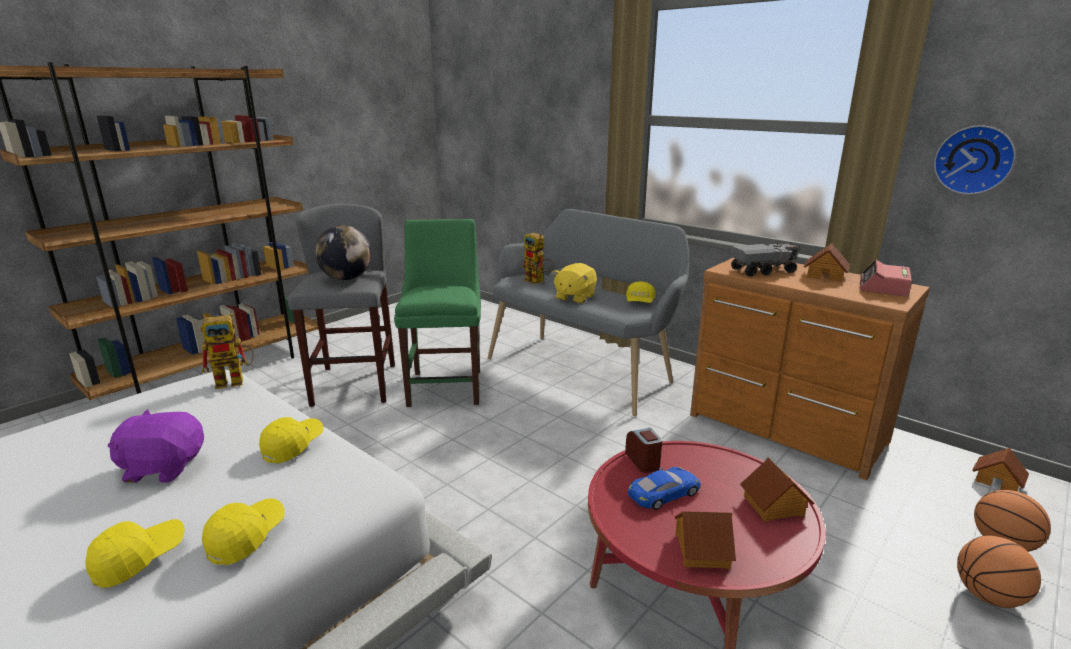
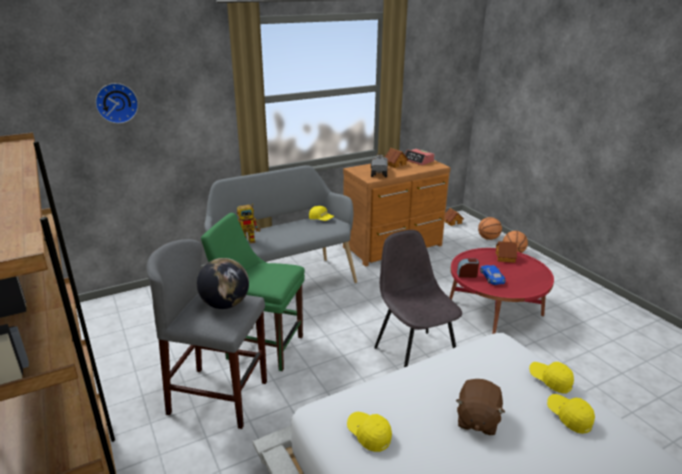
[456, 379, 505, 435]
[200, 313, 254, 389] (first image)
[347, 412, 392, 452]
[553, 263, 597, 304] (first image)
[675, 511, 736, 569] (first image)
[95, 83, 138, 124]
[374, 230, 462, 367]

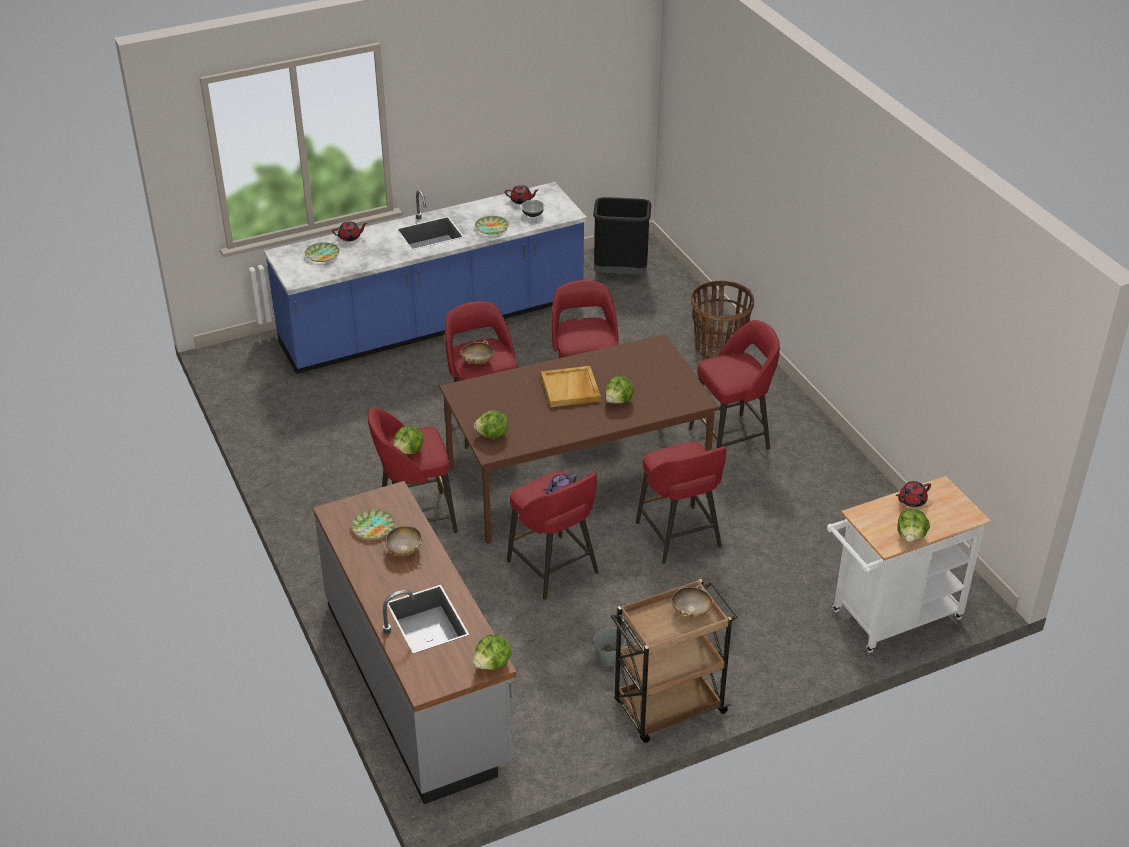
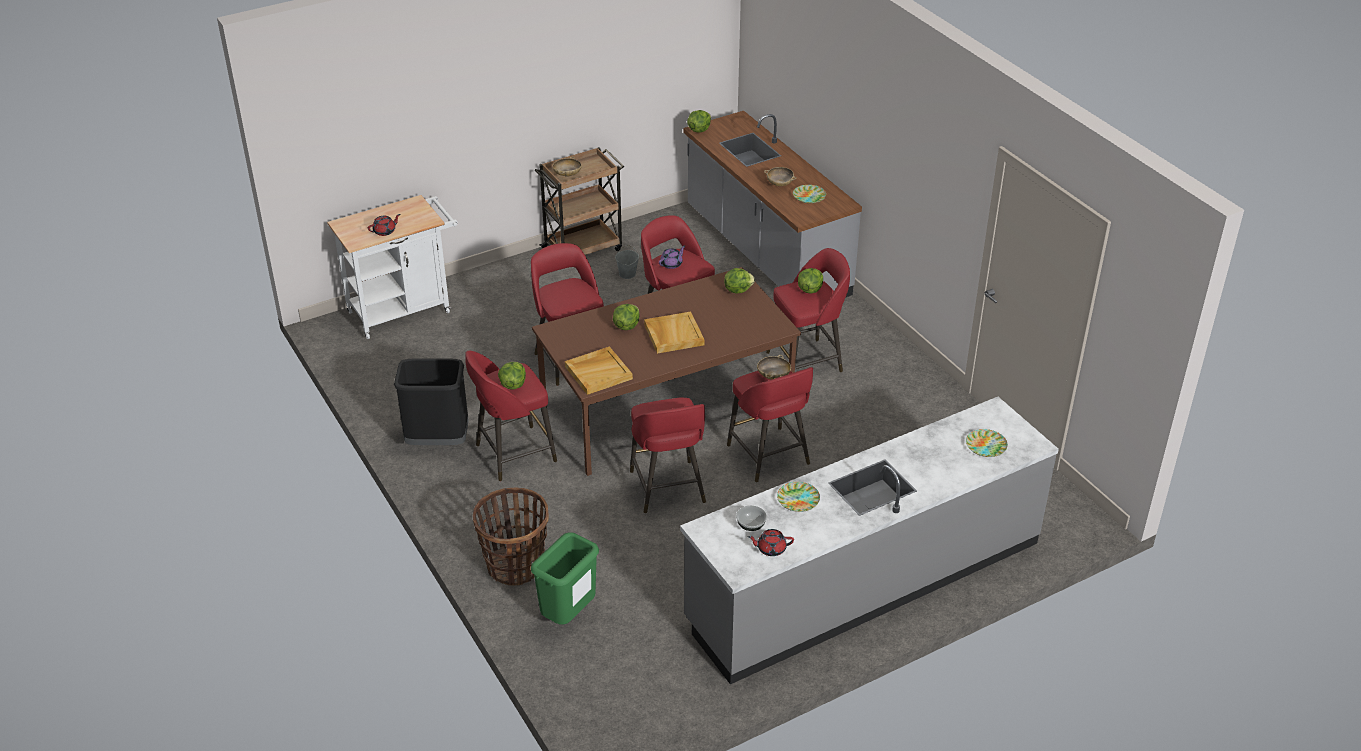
[680, 397, 1059, 684]
[332, 221, 367, 241] (first image)
[394, 358, 469, 445]
[498, 362, 526, 389]
[531, 532, 599, 625]
[565, 346, 633, 395]

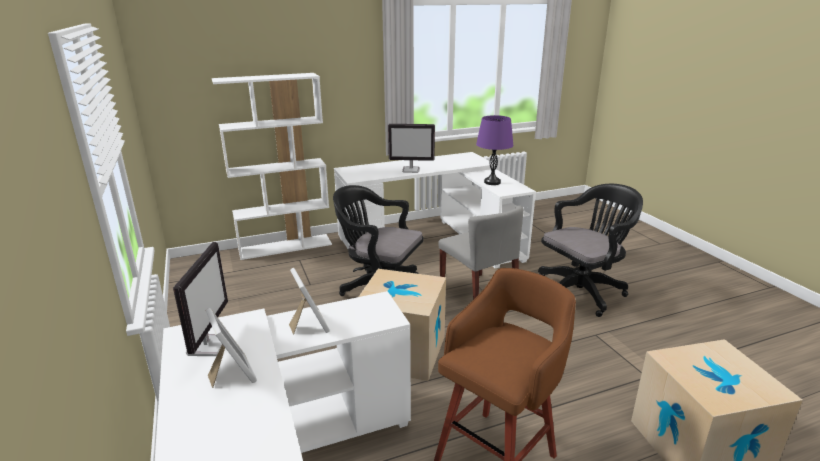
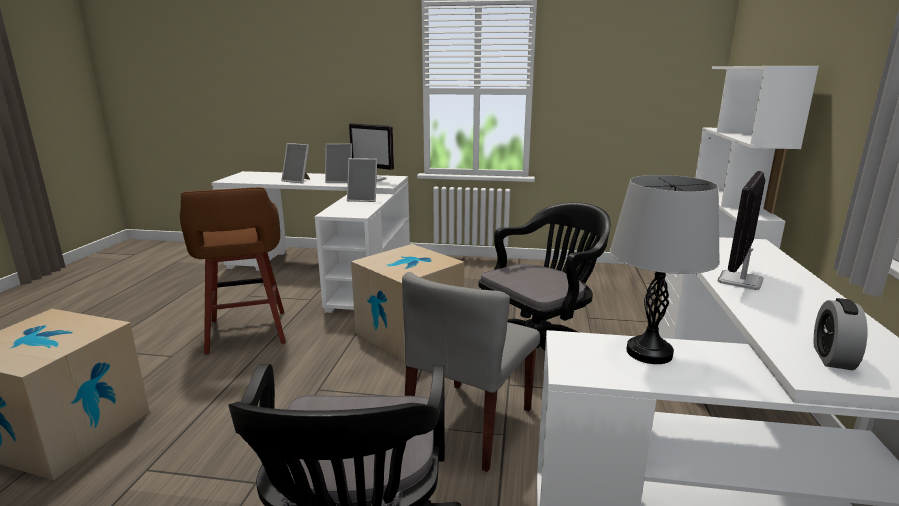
[402, 272, 540, 472]
[610, 175, 720, 364]
[281, 143, 310, 184]
[814, 298, 867, 370]

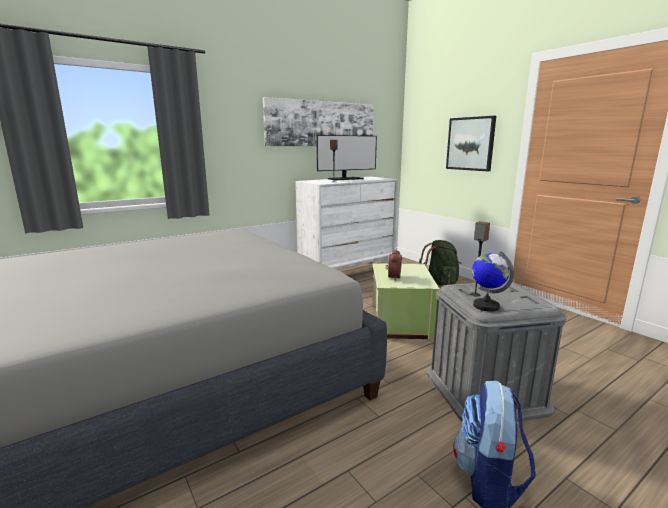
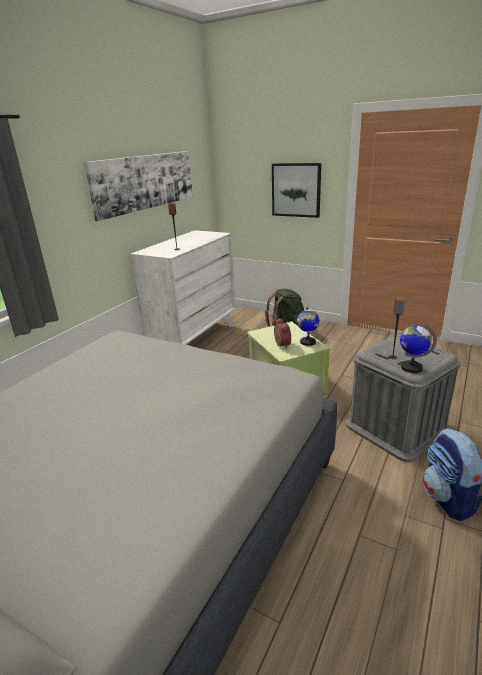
[316, 135, 377, 181] (first image)
[297, 306, 319, 346]

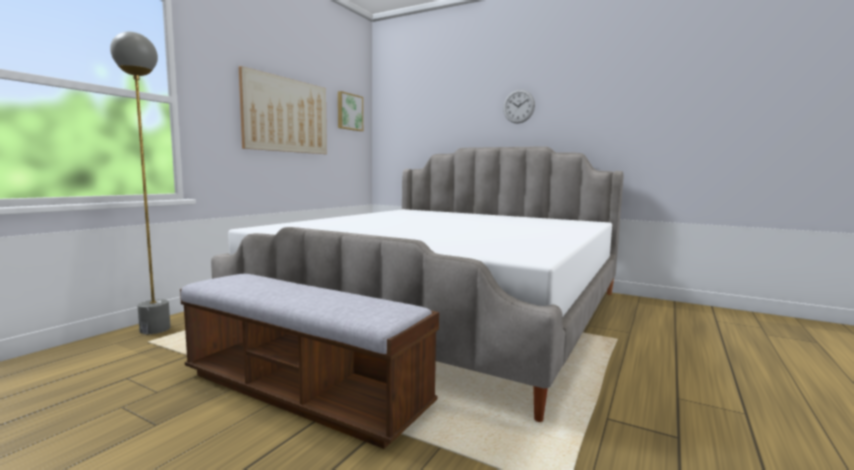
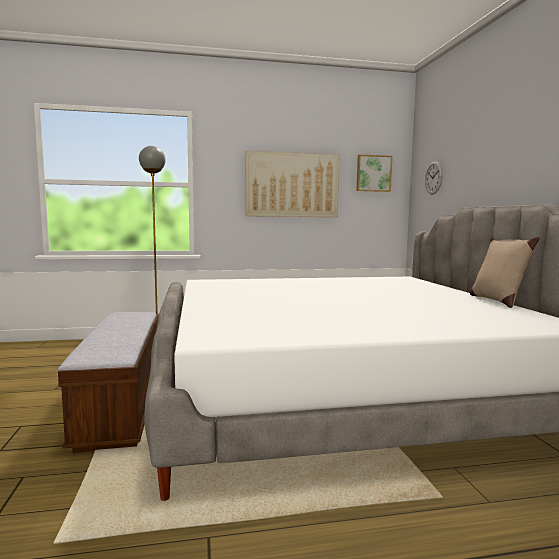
[425, 161, 443, 195]
[470, 236, 540, 308]

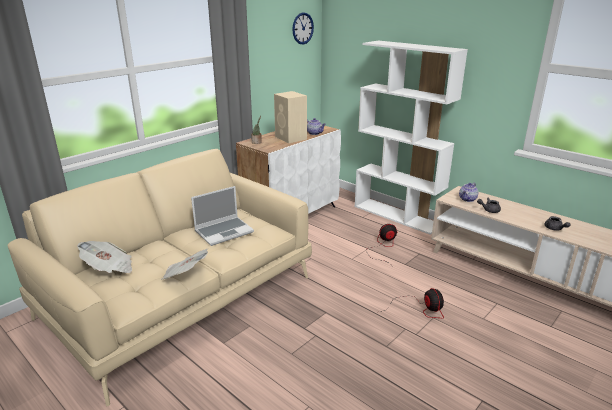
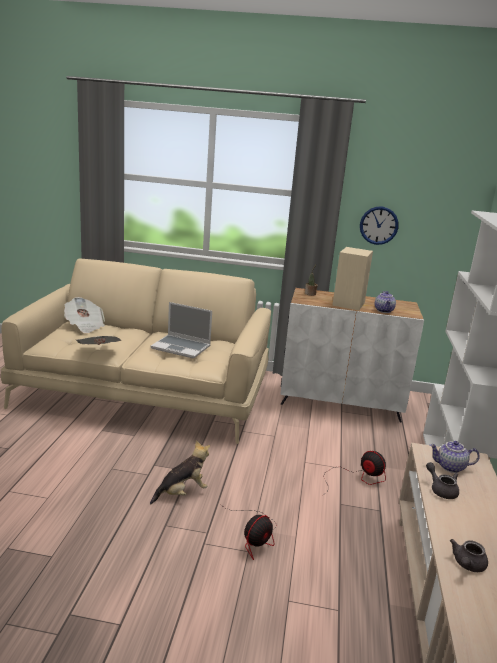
[360, 206, 399, 245]
[150, 440, 210, 504]

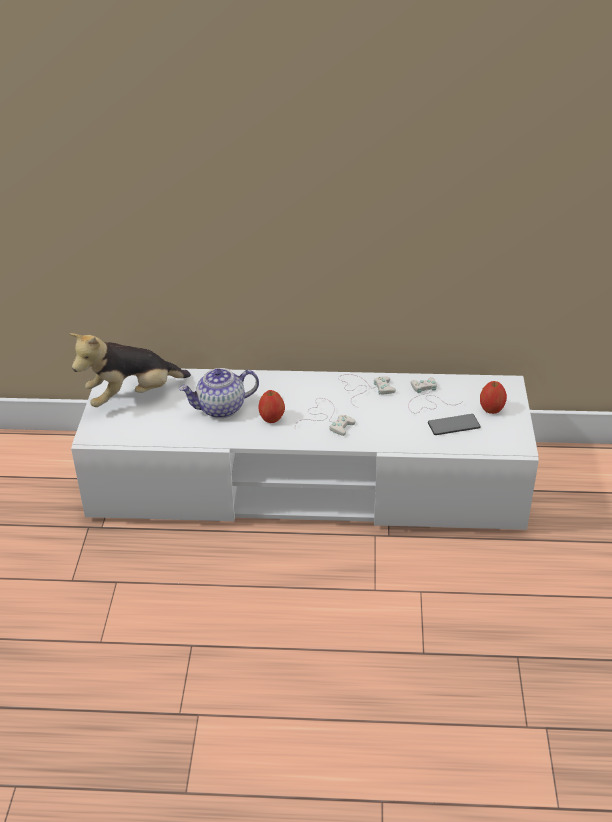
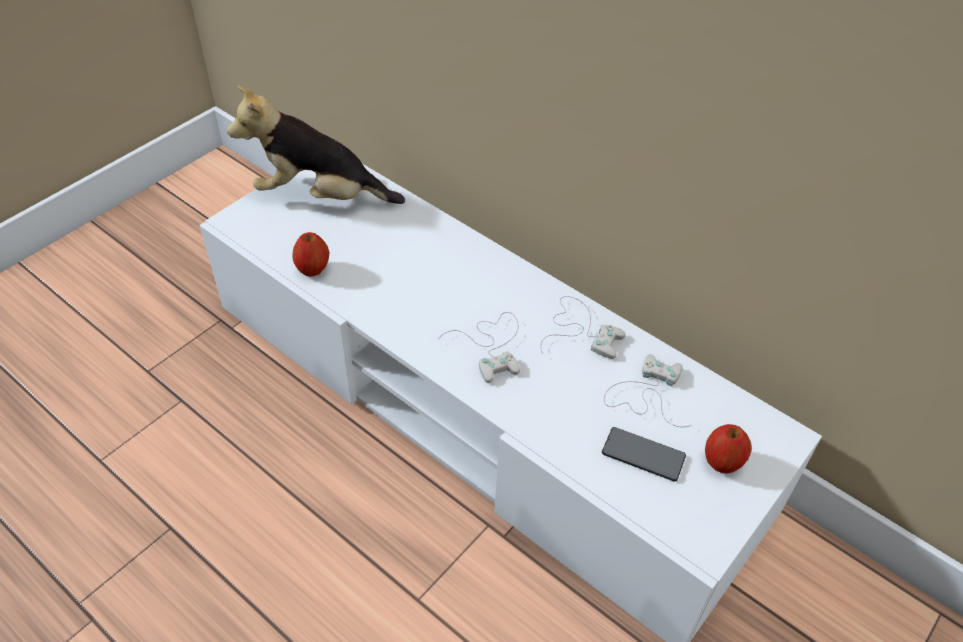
[179, 368, 259, 418] (first image)
[292, 232, 330, 277]

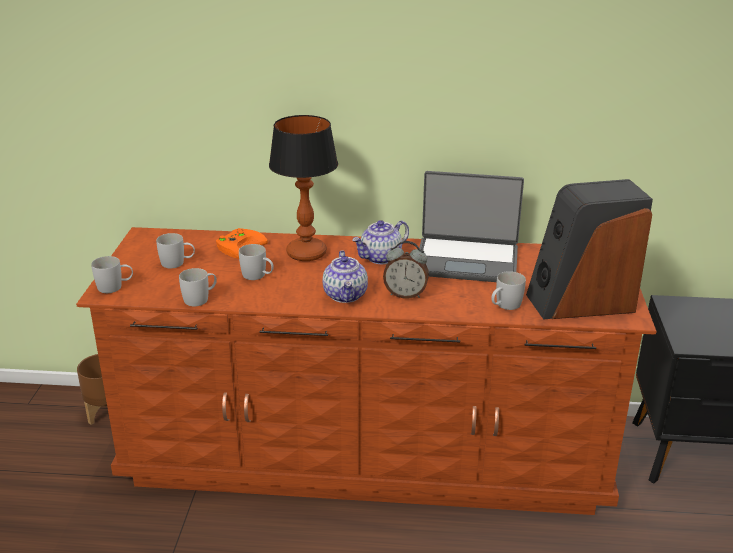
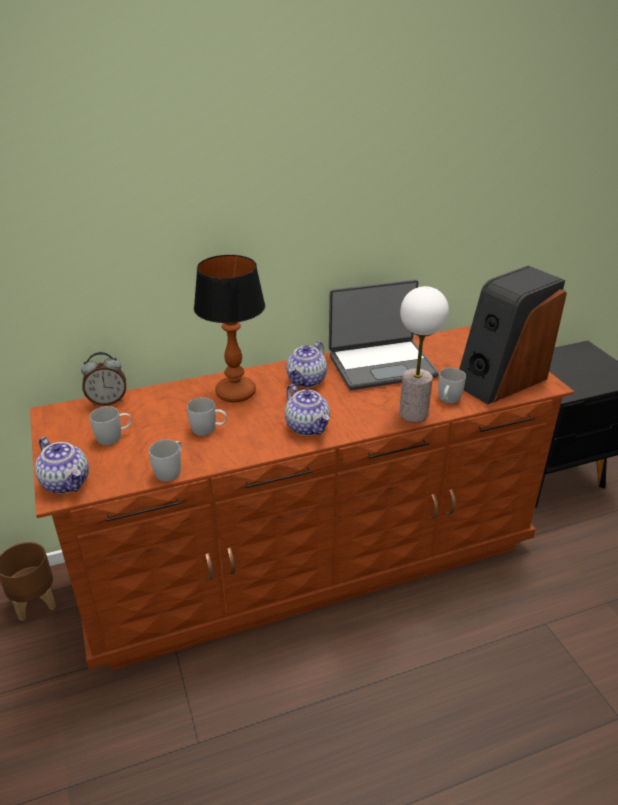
[35, 437, 89, 494]
[216, 228, 268, 259] (first image)
[81, 352, 126, 406]
[399, 286, 449, 422]

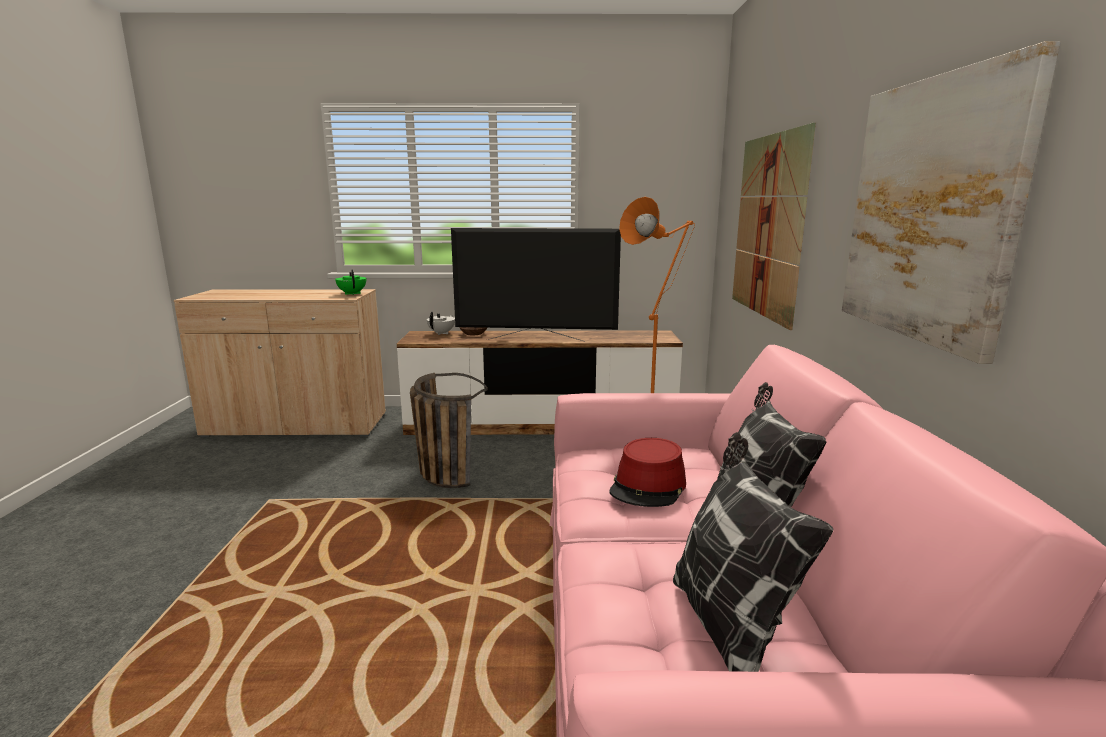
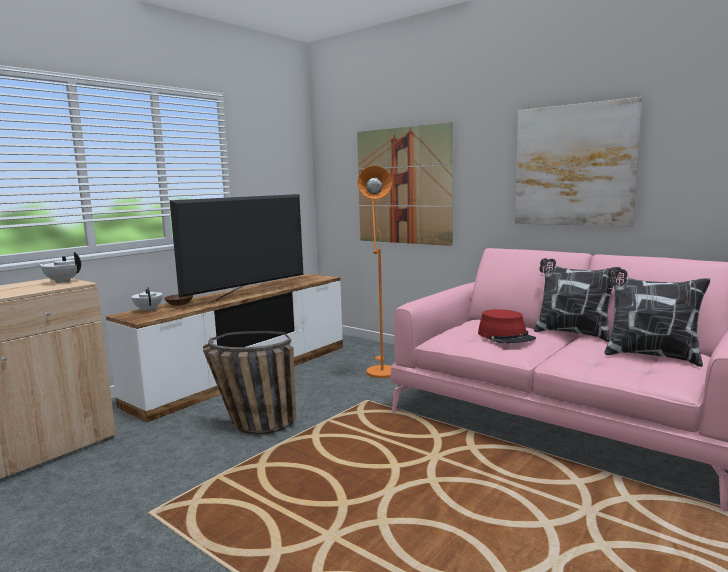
[38, 252, 81, 283]

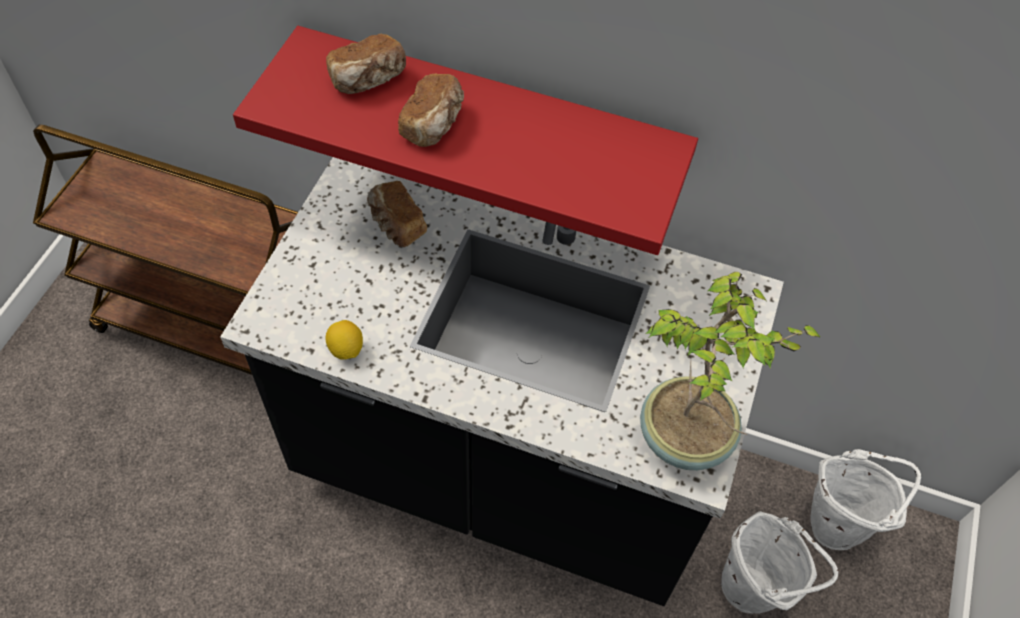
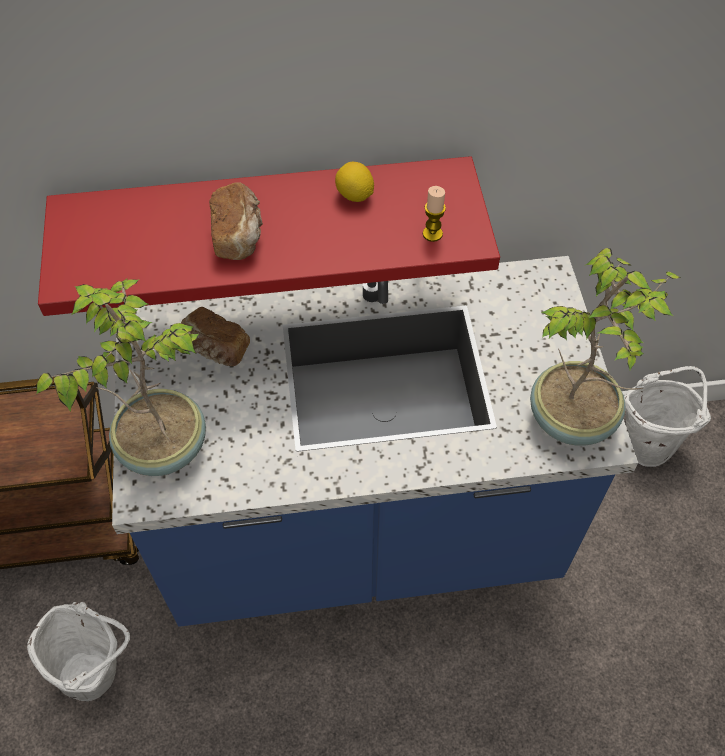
[112, 256, 638, 627]
[326, 33, 406, 94] (first image)
[335, 162, 374, 202]
[27, 602, 130, 701]
[36, 279, 206, 476]
[423, 186, 446, 242]

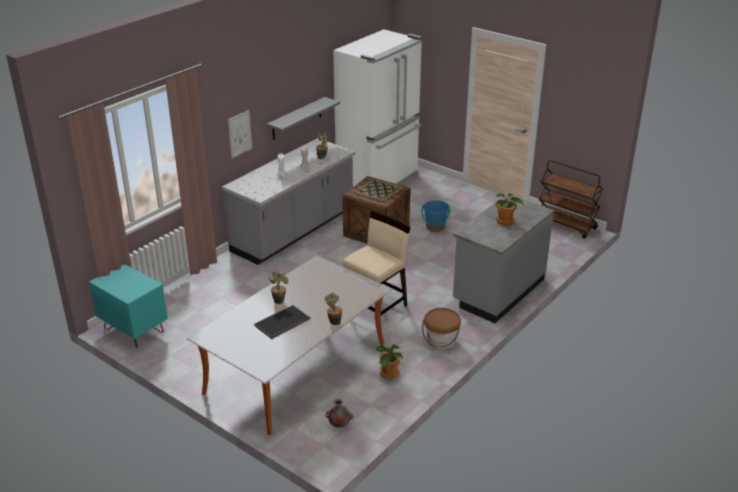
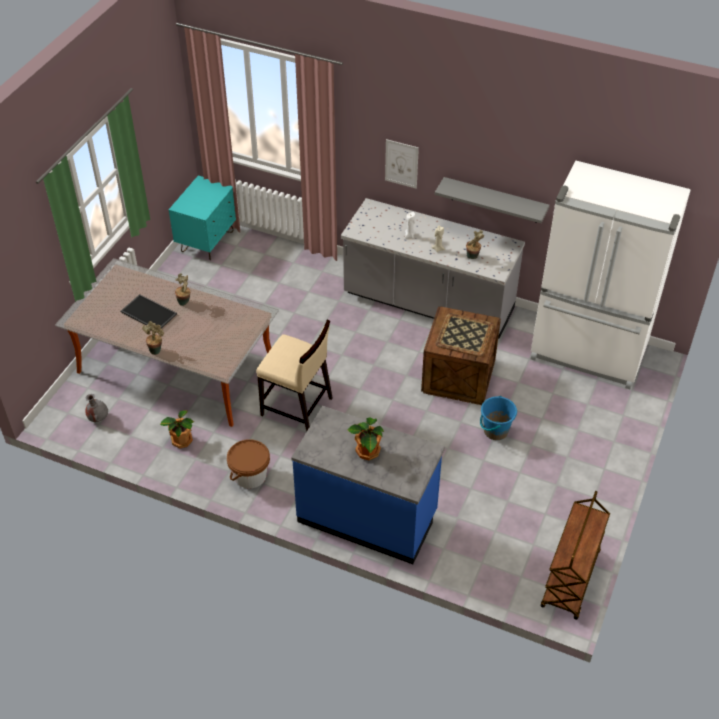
[291, 406, 445, 564]

